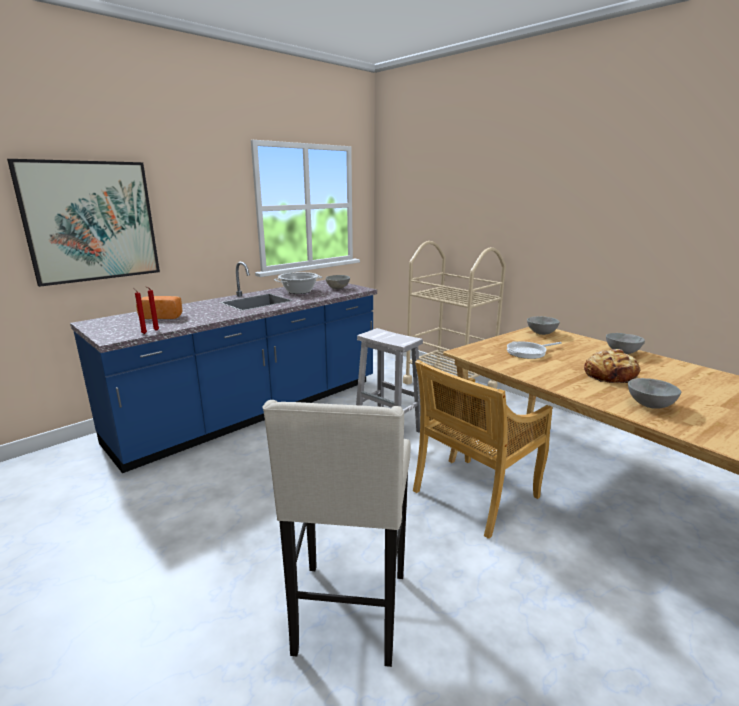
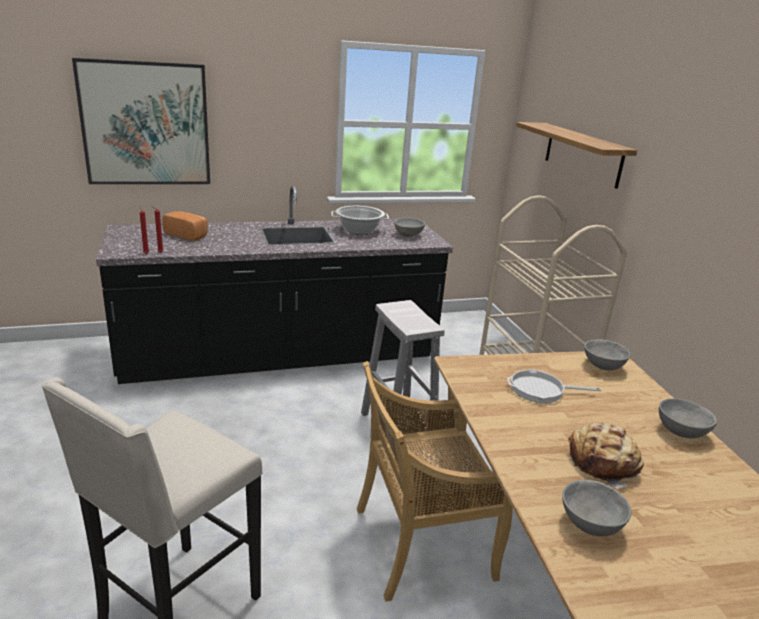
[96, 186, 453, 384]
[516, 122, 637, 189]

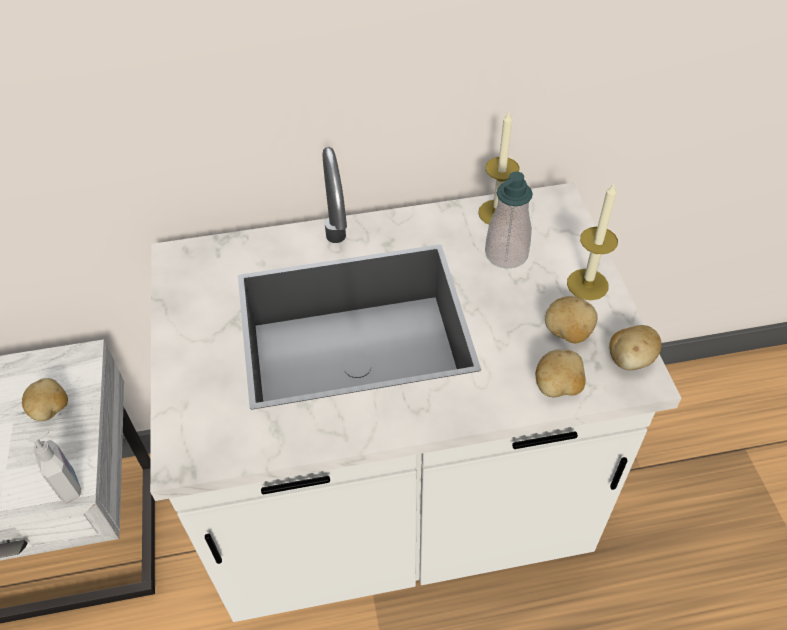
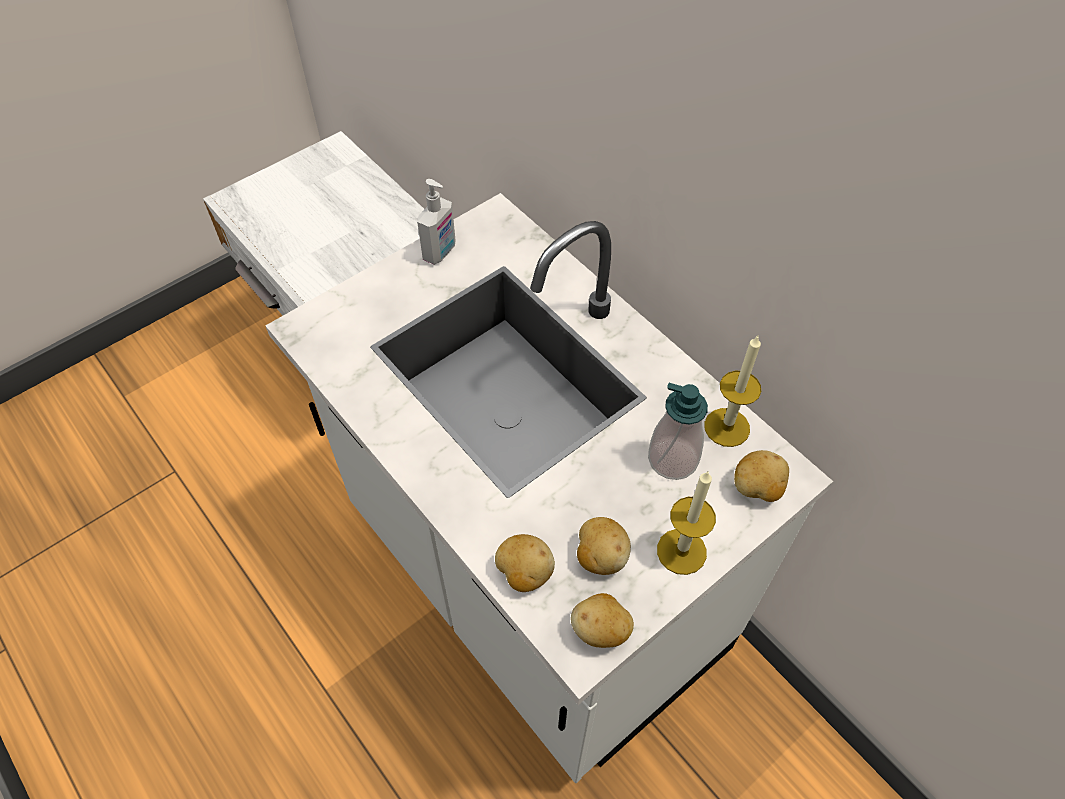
[734, 450, 789, 502]
[417, 179, 456, 265]

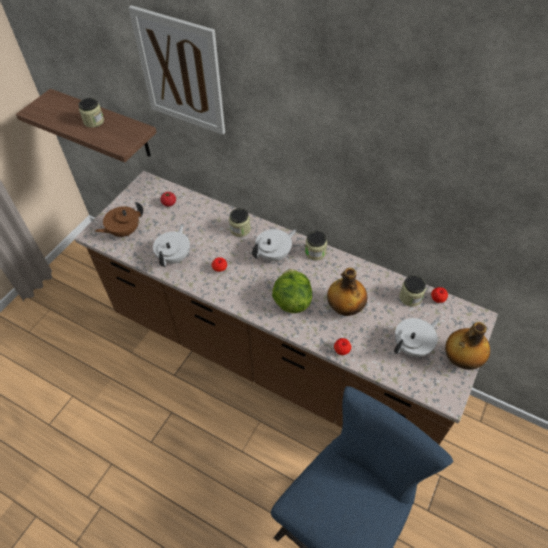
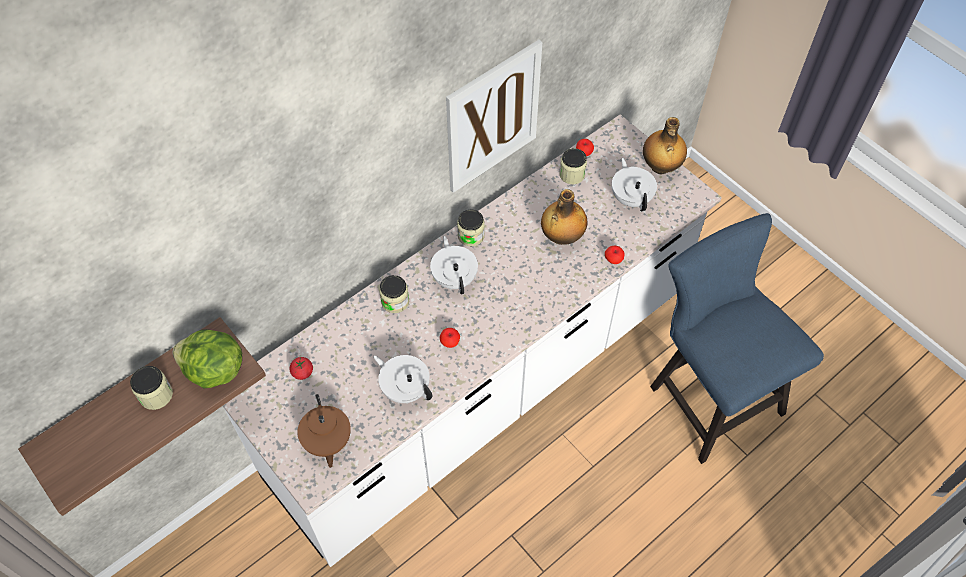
[223, 115, 722, 567]
[446, 40, 542, 193]
[173, 329, 242, 389]

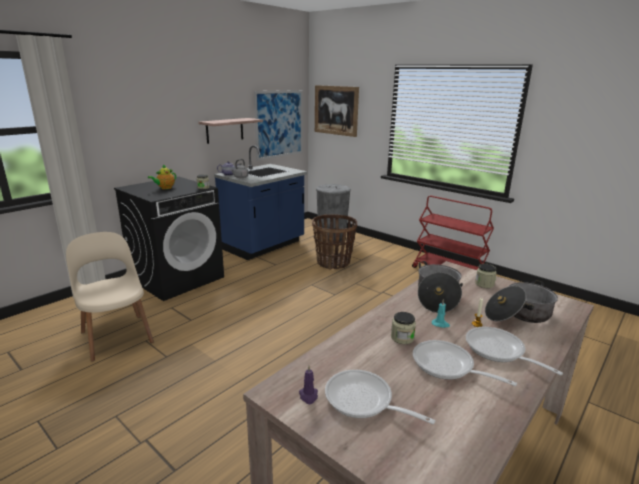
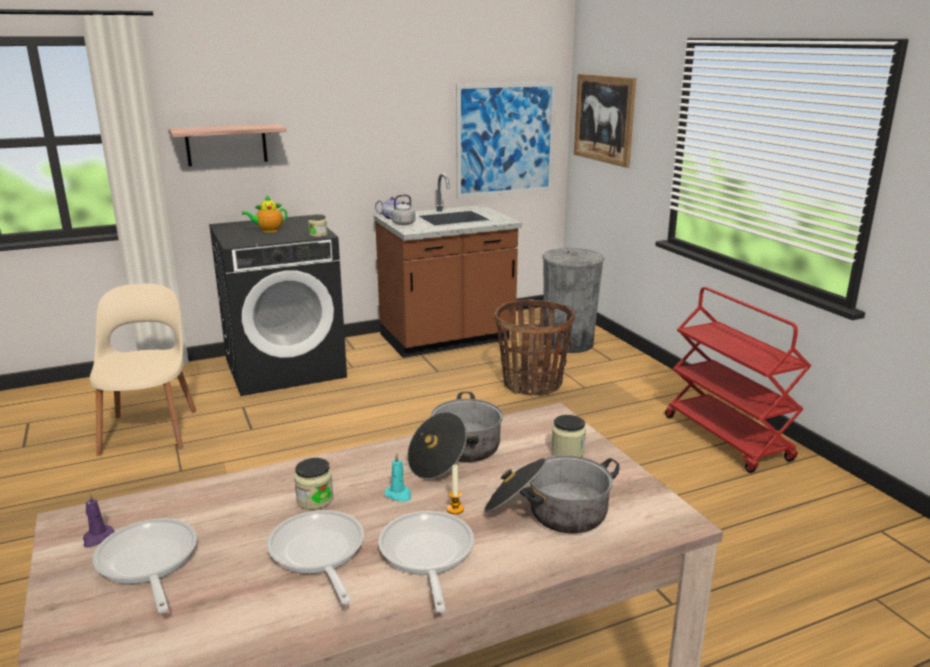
[169, 124, 287, 166]
[374, 173, 522, 358]

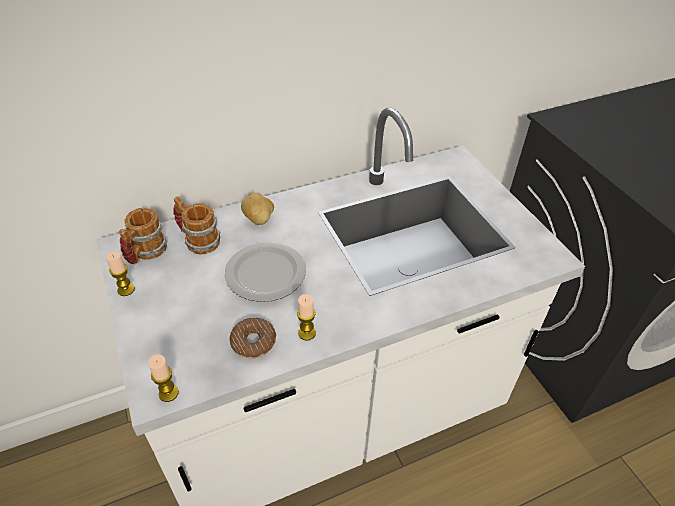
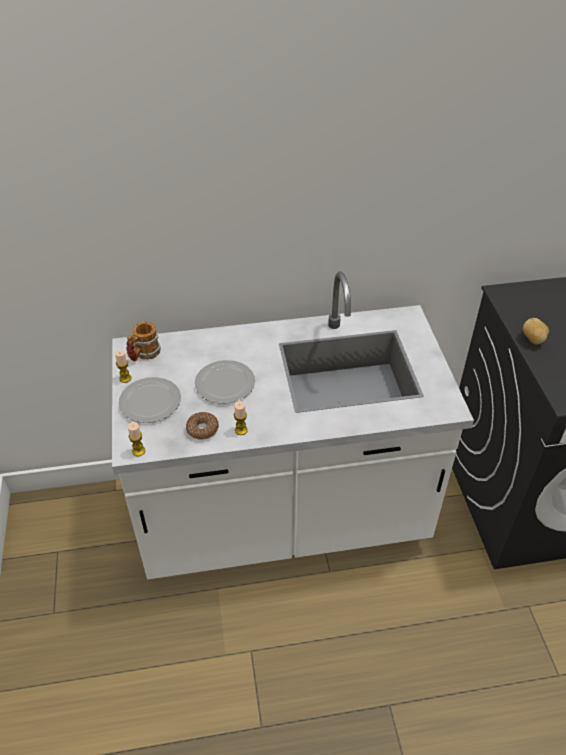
[173, 196, 220, 255] (first image)
[523, 318, 549, 344]
[118, 377, 181, 423]

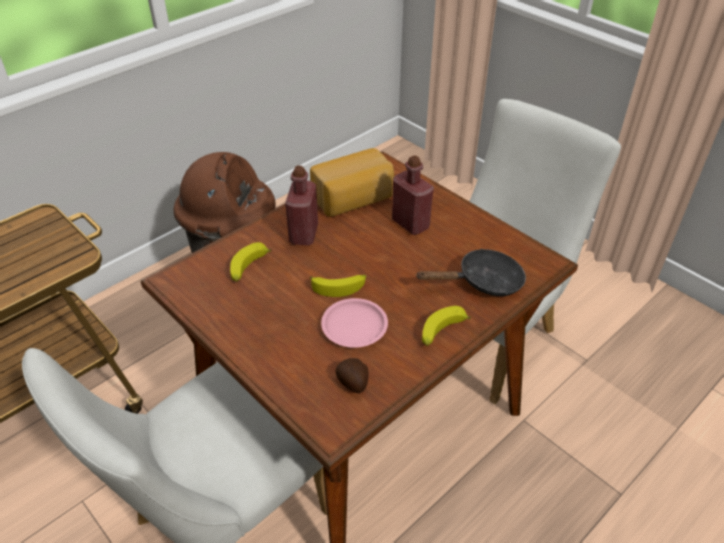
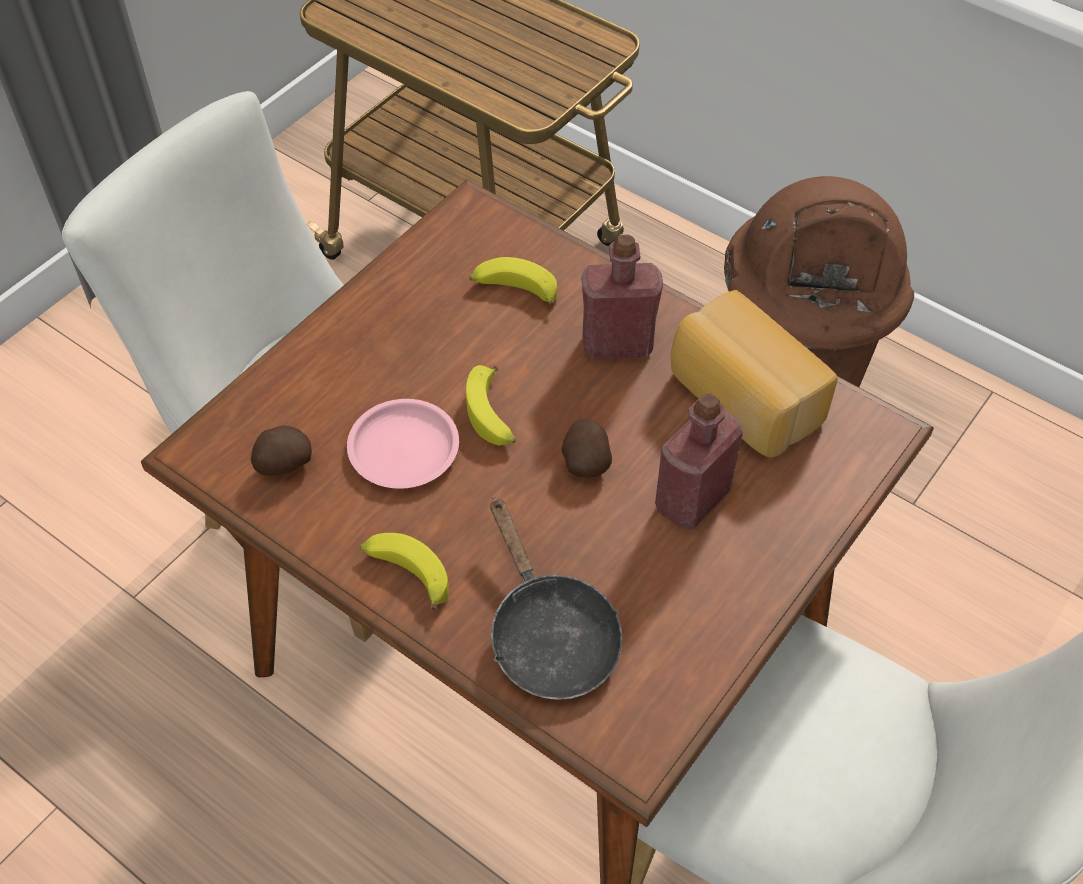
[562, 418, 612, 478]

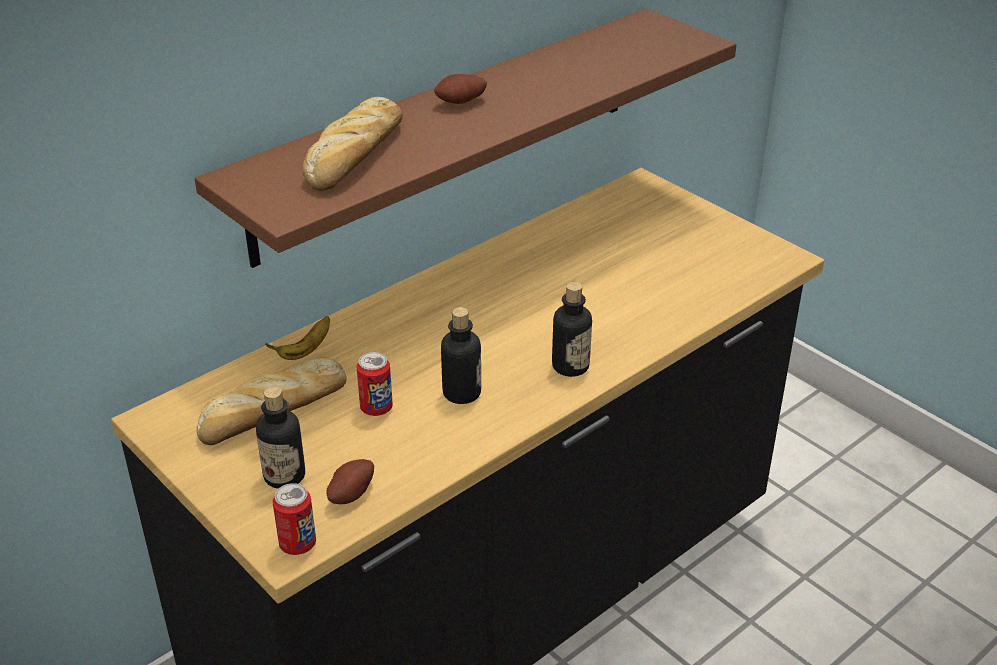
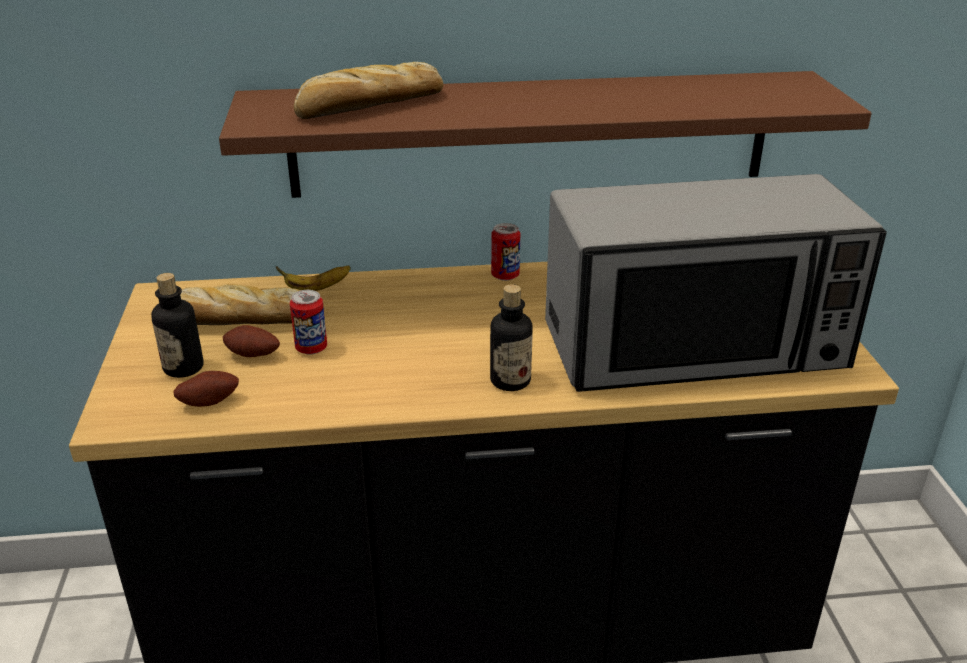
[491, 223, 520, 281]
[223, 325, 280, 357]
[441, 307, 481, 404] (first image)
[545, 174, 887, 392]

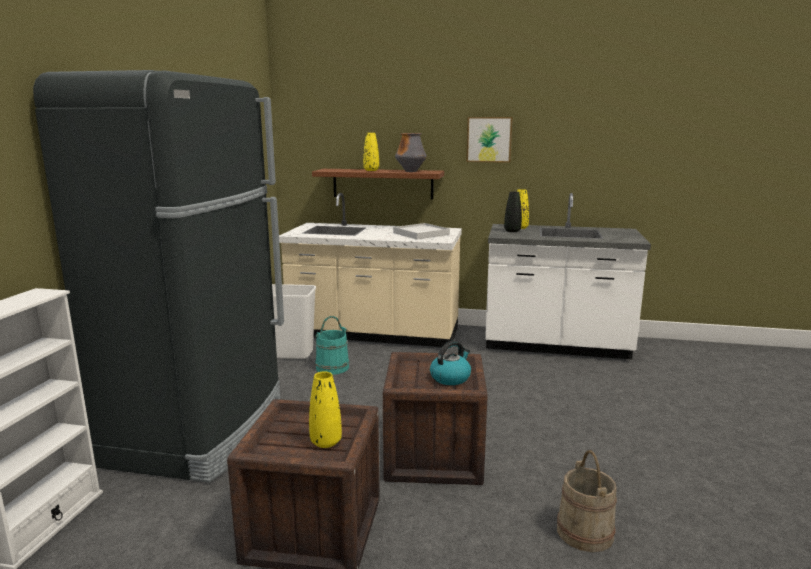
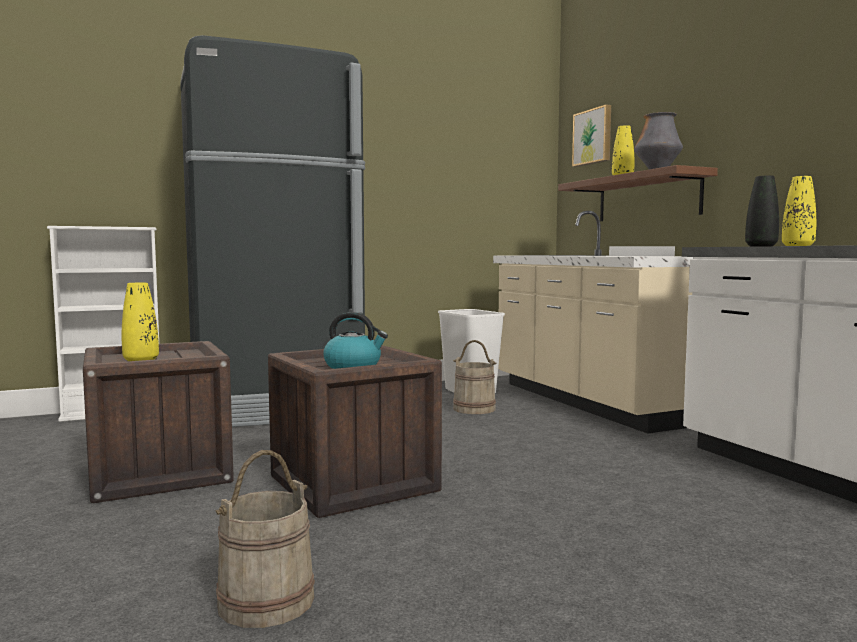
[453, 340, 496, 414]
[572, 104, 611, 167]

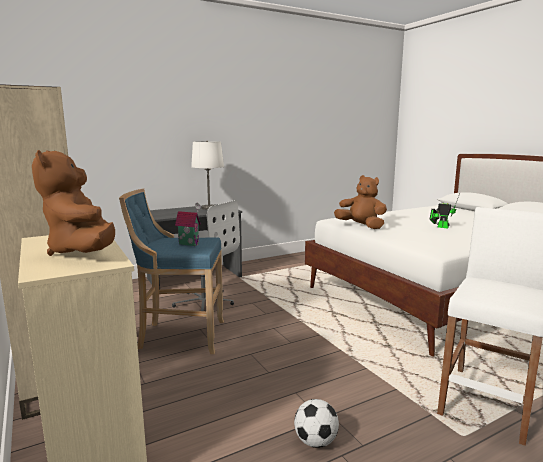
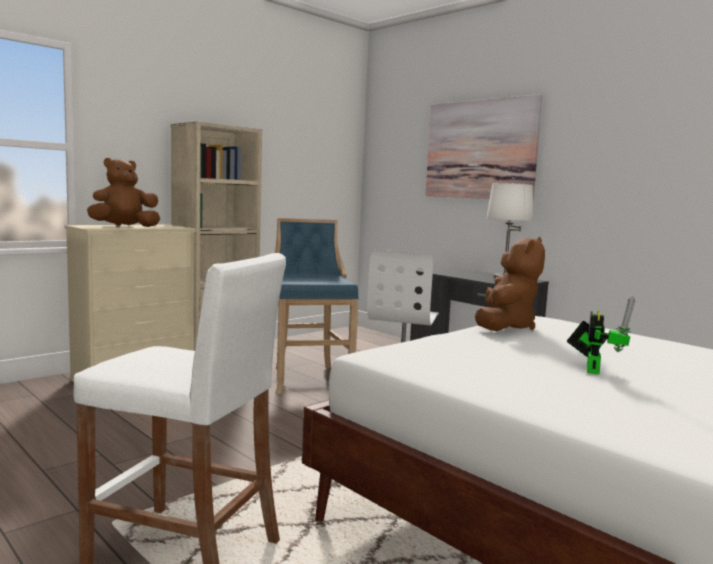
[175, 203, 201, 246] (first image)
[294, 399, 339, 448] (first image)
[425, 94, 542, 200]

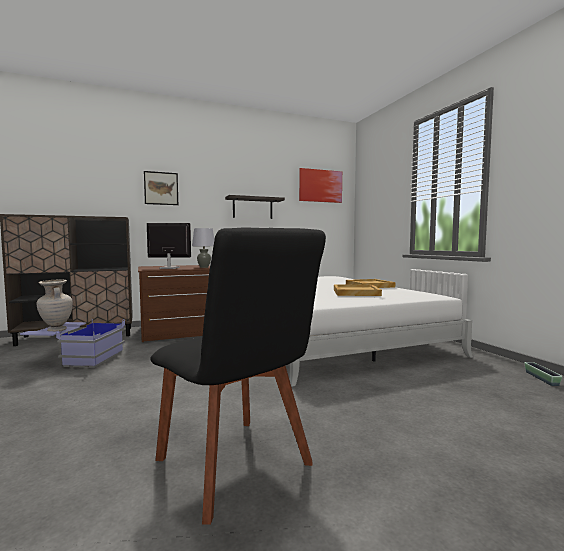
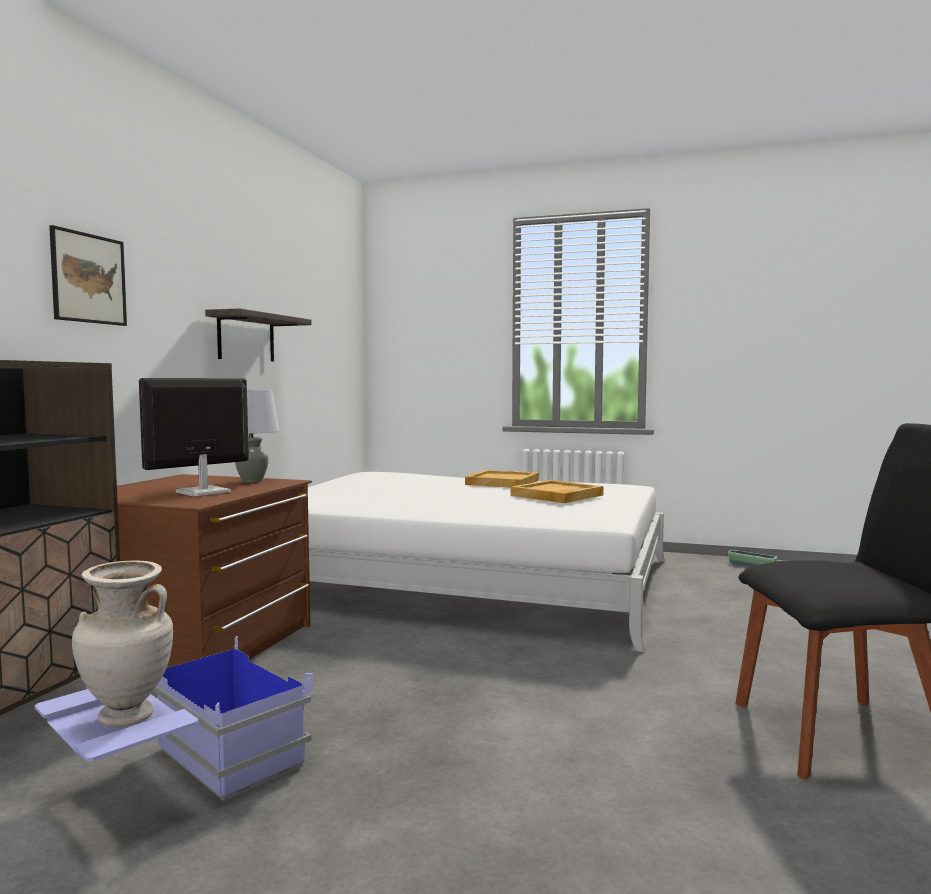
[299, 168, 342, 203] (first image)

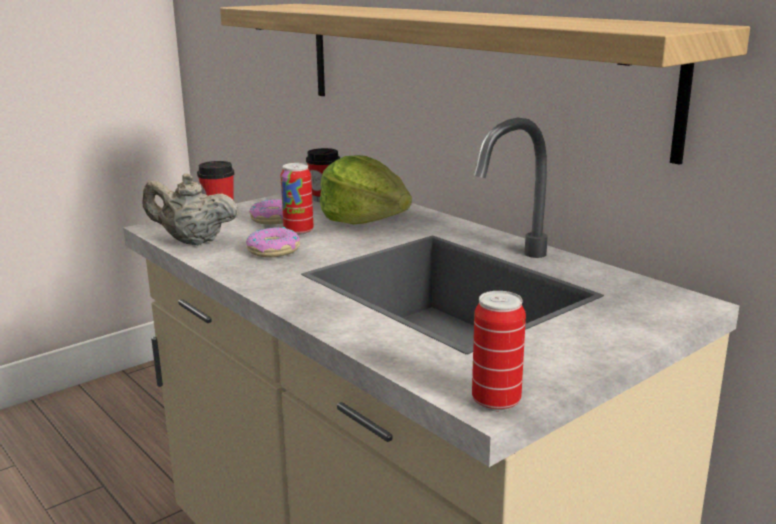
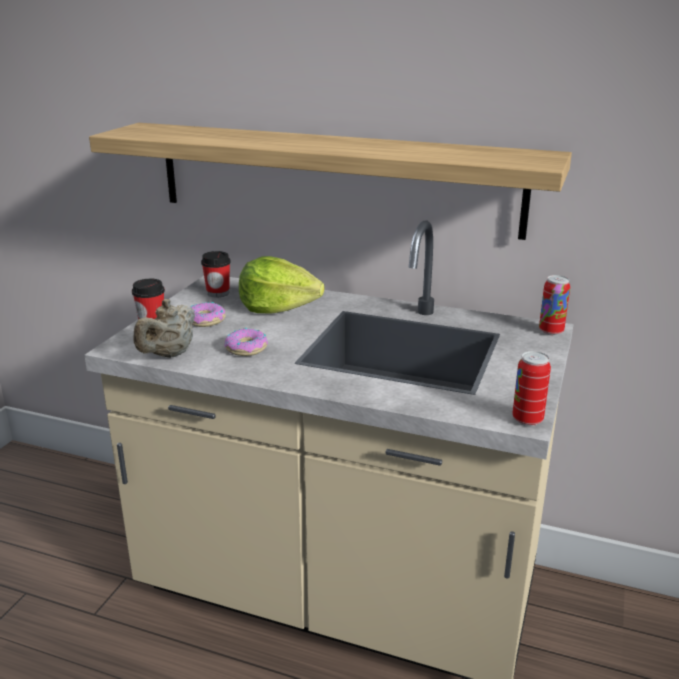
[134, 299, 195, 358]
[539, 275, 570, 336]

